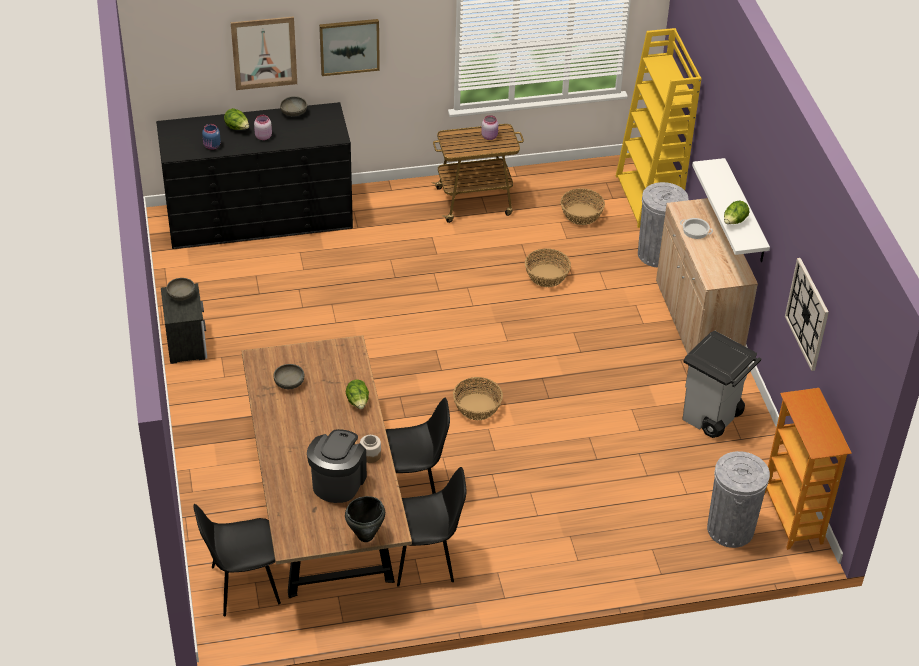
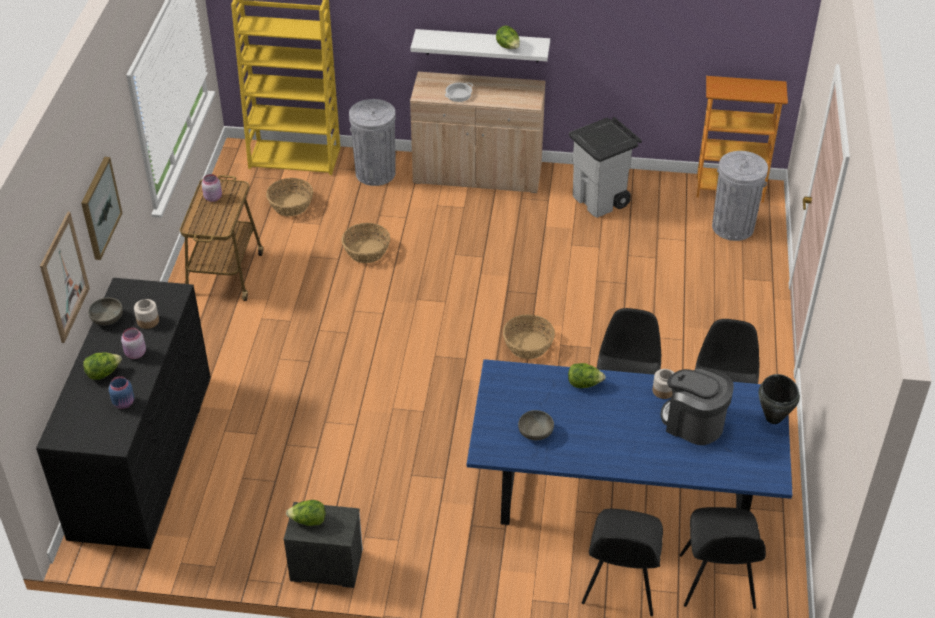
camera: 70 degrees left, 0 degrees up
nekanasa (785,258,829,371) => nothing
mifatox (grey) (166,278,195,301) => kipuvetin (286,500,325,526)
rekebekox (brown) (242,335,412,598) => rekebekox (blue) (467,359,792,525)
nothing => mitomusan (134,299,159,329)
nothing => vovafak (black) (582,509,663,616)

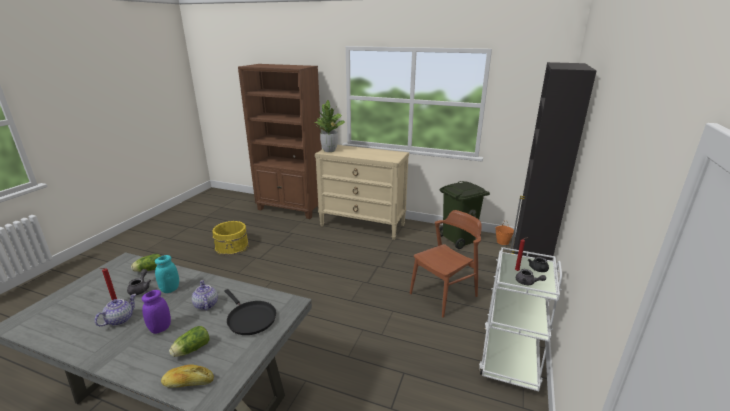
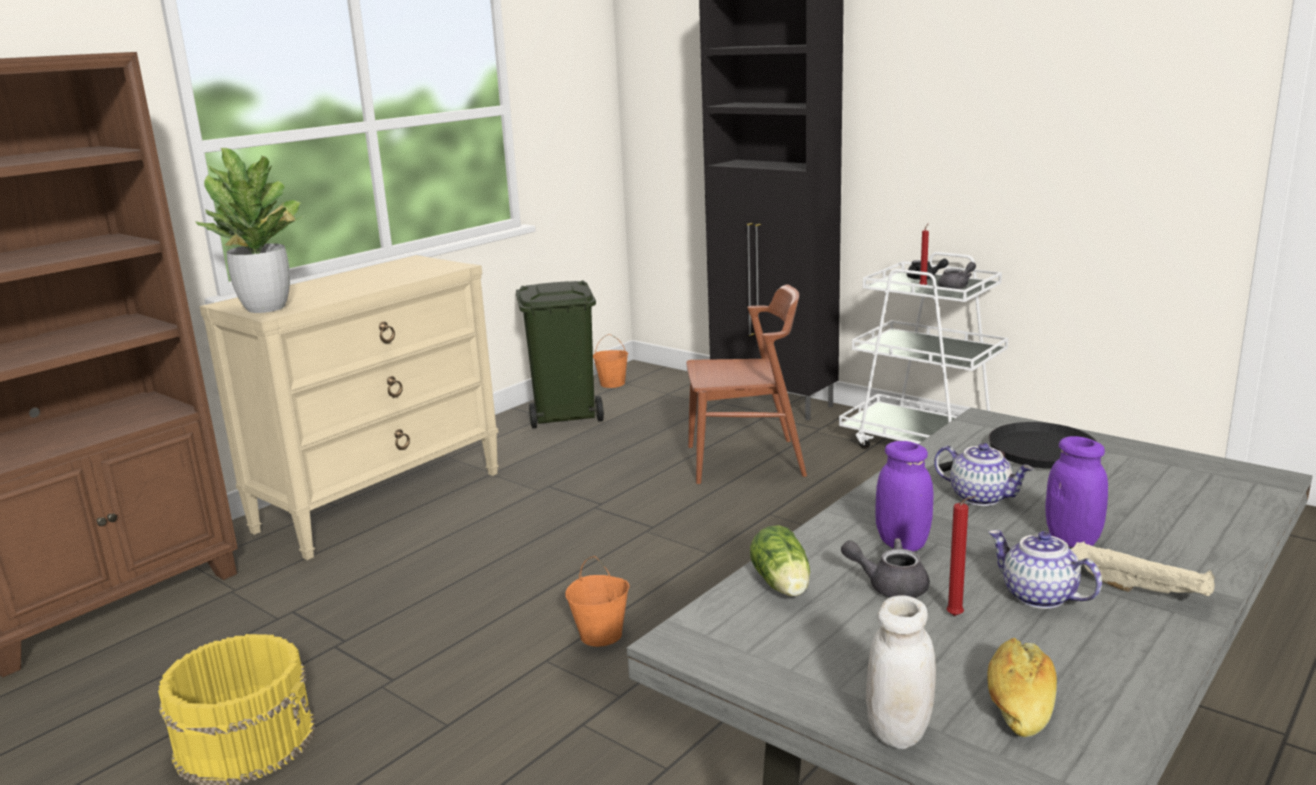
camera: 70 degrees left, 5 degrees down
vovafak (brown) (410,210,482,318) => vovafak (brown) (686,284,807,484), 105 degrees clockwise
mitomusan (turquoise) (155,255,179,293) => mitomusan (purple) (876,441,933,551)
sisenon (192,280,218,311) => sisenon (934,443,1033,506), 135 degrees counterclockwise
kipuvetin (169,326,210,357) => nothing
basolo (161,365,214,388) => basolo (987,638,1057,737), shifted
nothing => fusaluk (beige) (1071,541,1215,596)
nothing => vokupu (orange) (565,556,630,647)
nothing => mitomusan (white) (866,595,936,749)

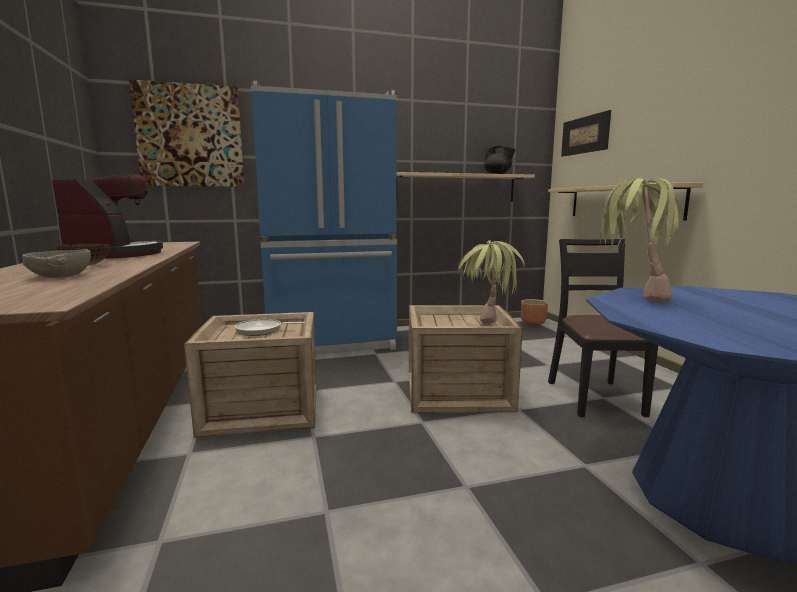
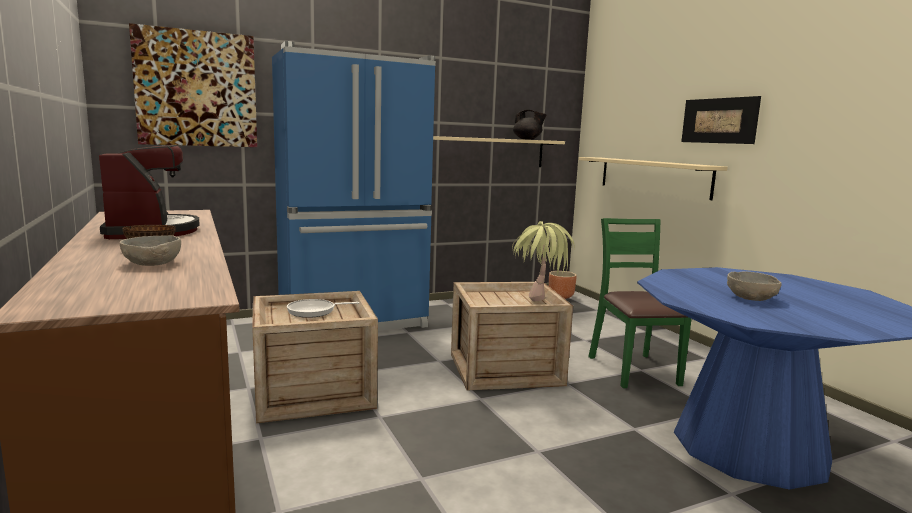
camera: 10 degrees left, 0 degrees up
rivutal (561,110,611,157) => rivutal (681,96,761,144), shifted
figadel (600,178,685,303) => nothing
vovafak (black) (548,239,658,417) => vovafak (green) (588,218,692,388)
nothing => mifatox (grey) (727,272,782,301)

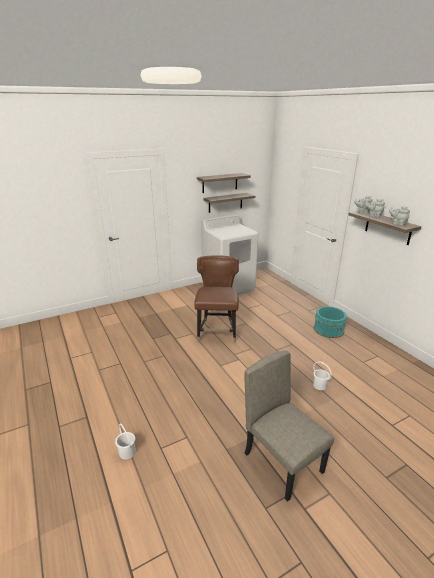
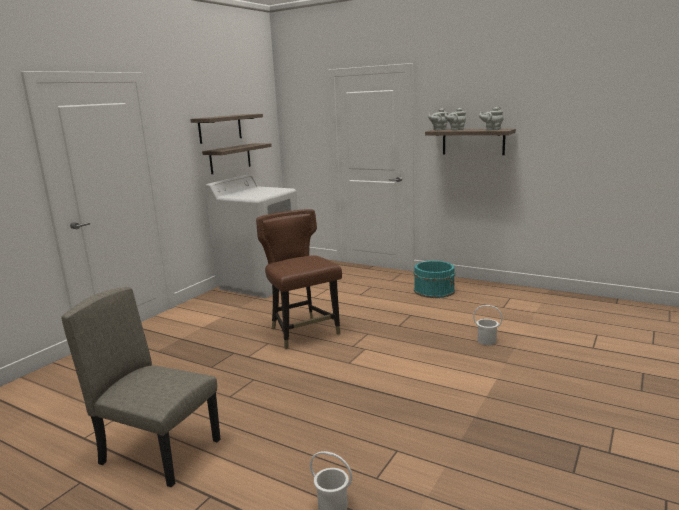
camera: 30 degrees left, 10 degrees down
vovafak (beige) (244,351,334,501) => vovafak (beige) (61,287,220,487), shifted

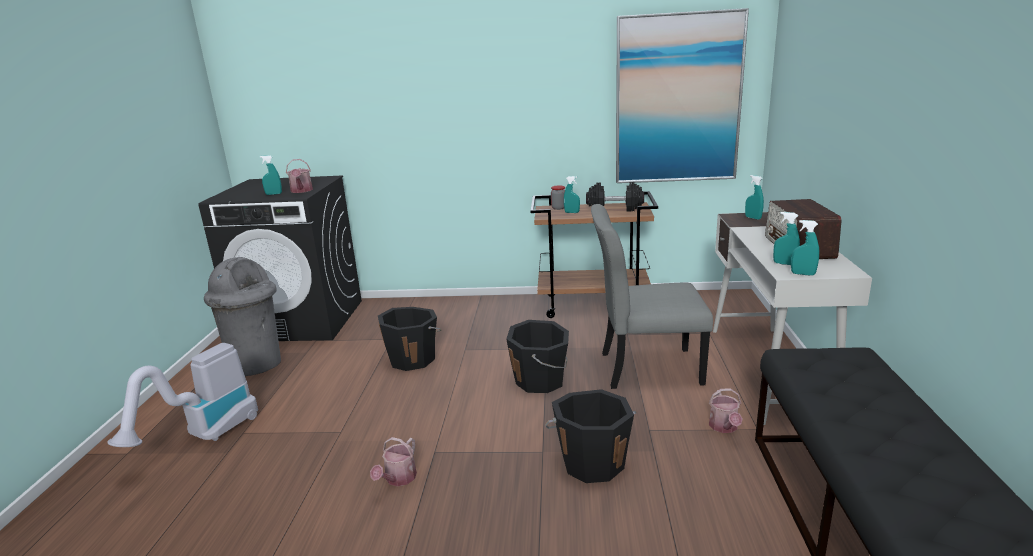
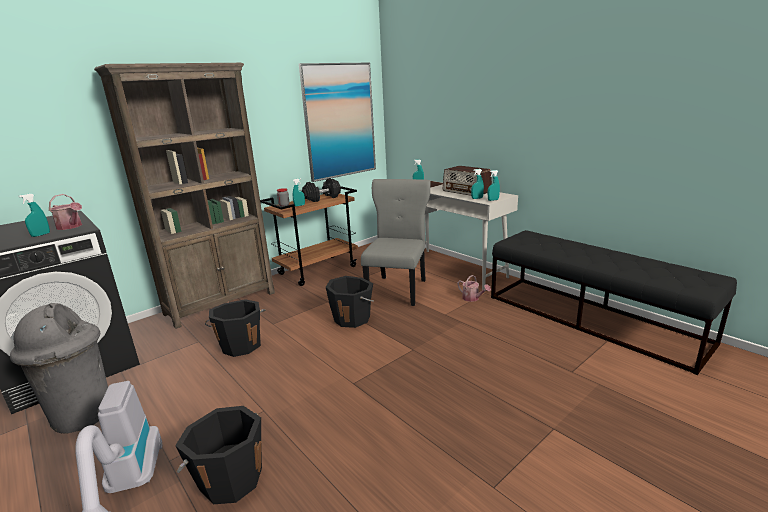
camera: 45 degrees left, 0 degrees up
vovafak (grey) (591,204,713,389) => vovafak (grey) (361,179,430,306), 150 degrees clockwise
vokupu (black) (545,389,637,483) => vokupu (black) (175,406,262,504), shifted
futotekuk (370,437,417,486) => nothing
nothing => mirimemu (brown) (94,63,275,329)

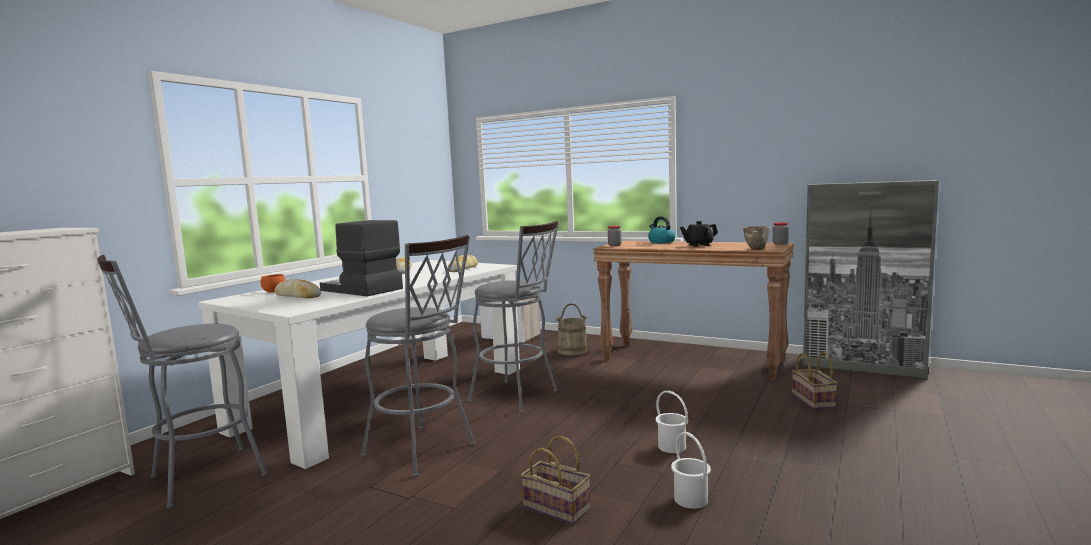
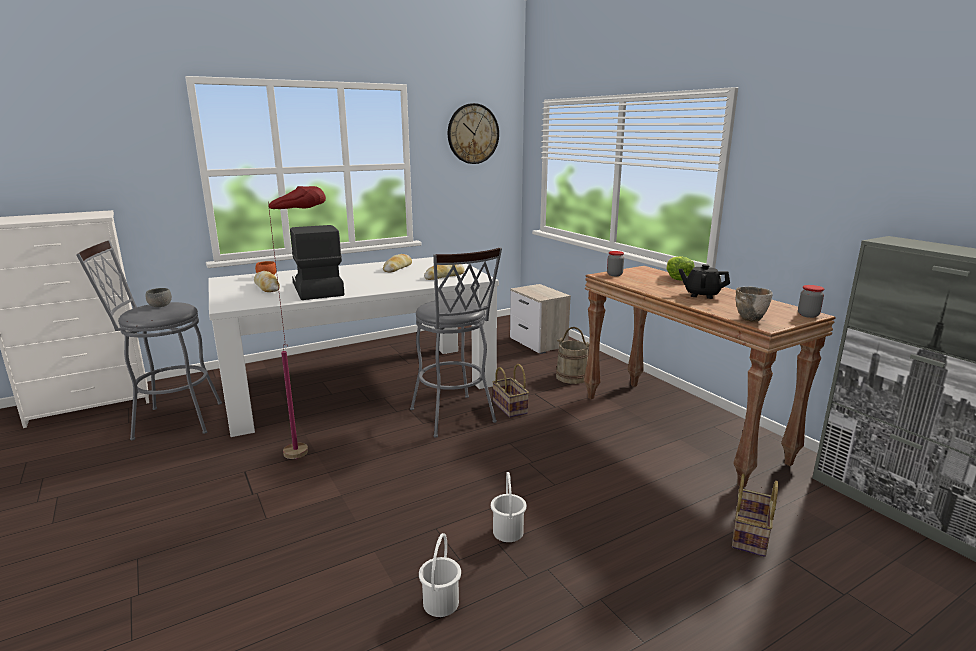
camera: 30 degrees right, 10 degrees up
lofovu (648,216,676,243) => kipuvetin (666,256,695,281)
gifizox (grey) (360,235,475,477) => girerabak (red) (268,186,326,459)
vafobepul (521,435,590,524) => vafobepul (492,364,529,417), shifted
nothing => nekanasa (448,103,499,164)
nothing => mifatox (grey) (146,288,172,307)

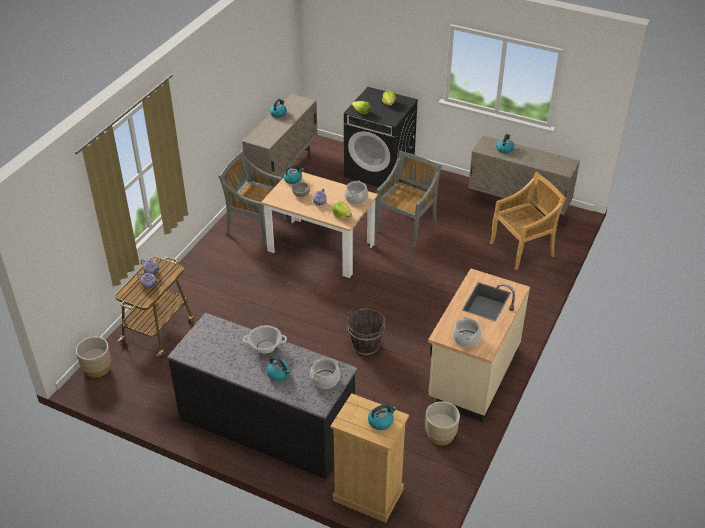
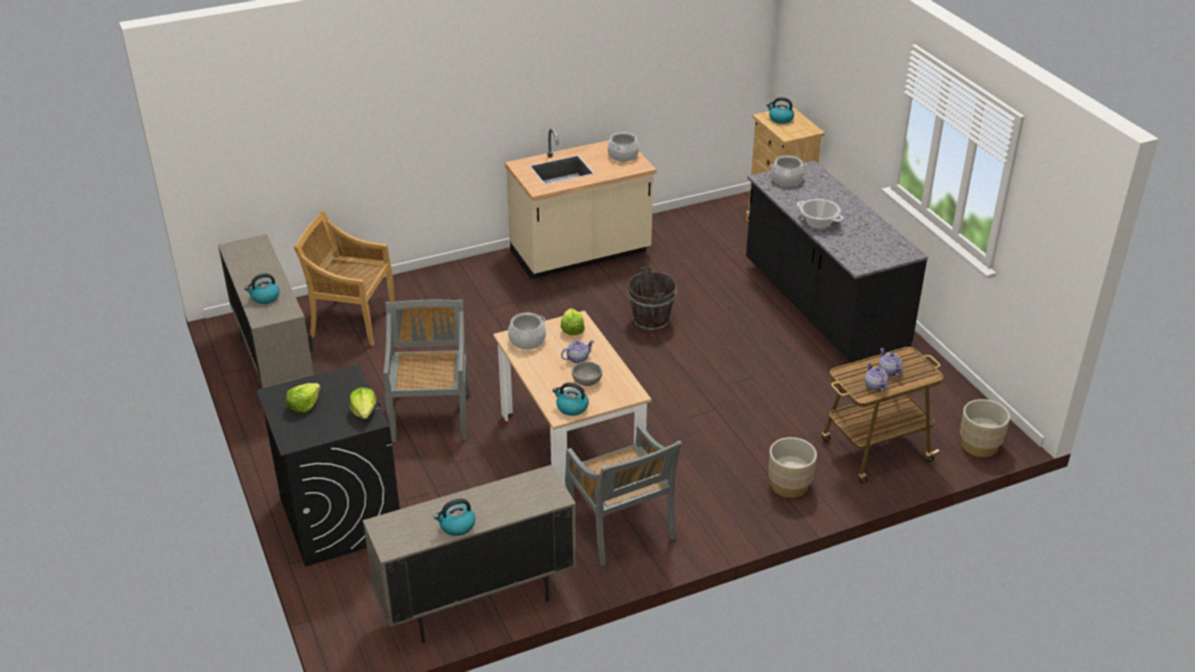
camera: 140 degrees left, 5 degrees down
vovafak (grey) (375,150,442,247) => vovafak (grey) (383,299,470,442), 105 degrees clockwise
lofovu (266,356,290,381) => nothing
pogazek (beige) (425,401,460,445) => pogazek (beige) (768,437,817,498), shifted

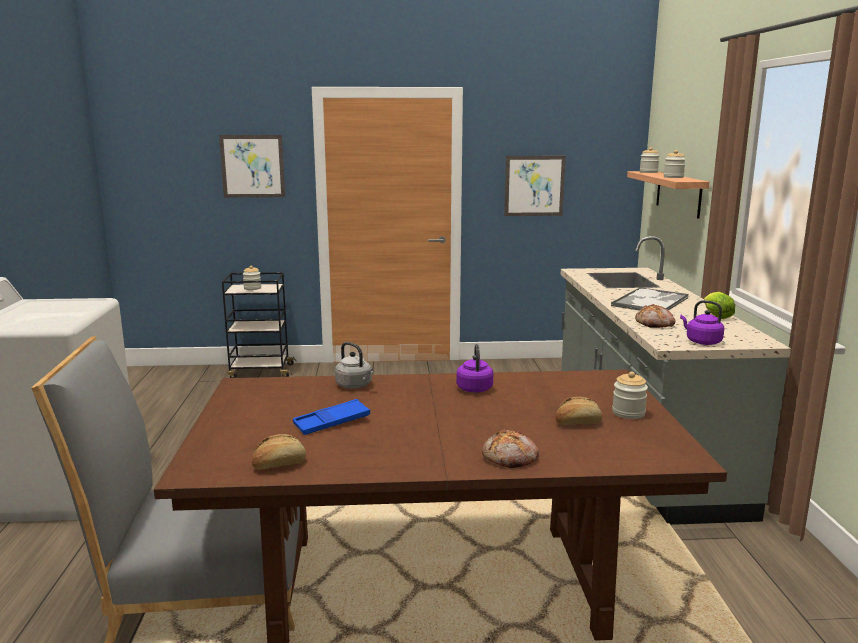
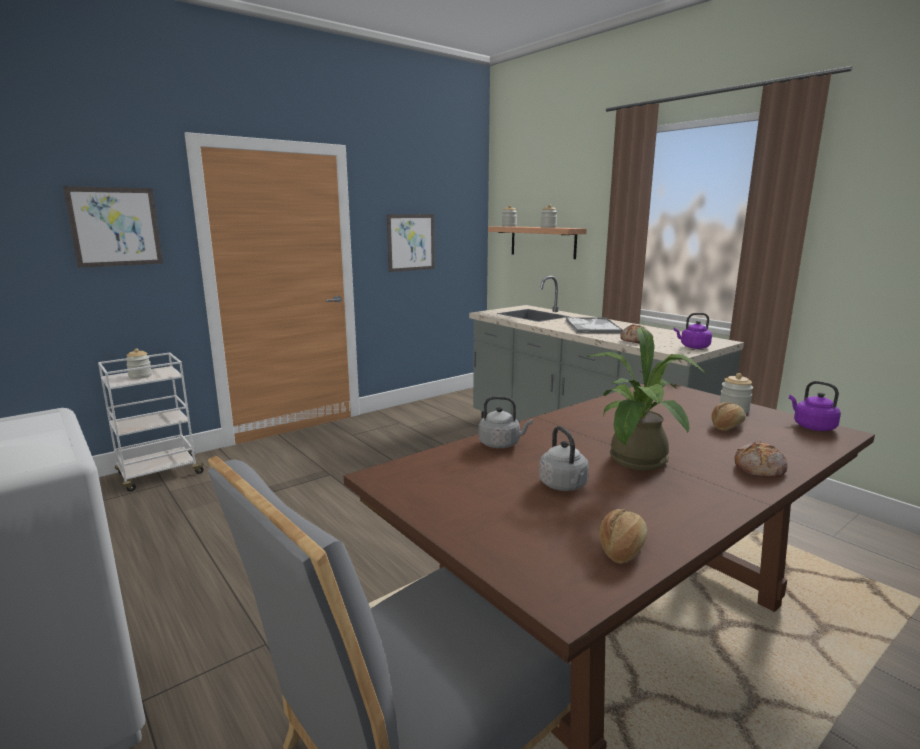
camera: 35 degrees left, 0 degrees up
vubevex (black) (222,272,297,378) => vubevex (white) (98,353,206,492)
kipuvetin (704,292,735,319) => nothing
lofovu (purple) (456,344,493,393) => lofovu (purple) (789,381,841,431), shifted
fusaluk (blue) (293,399,370,435) => lofovu (grey) (539,426,589,491)
nothing => figadel (586,326,707,471)

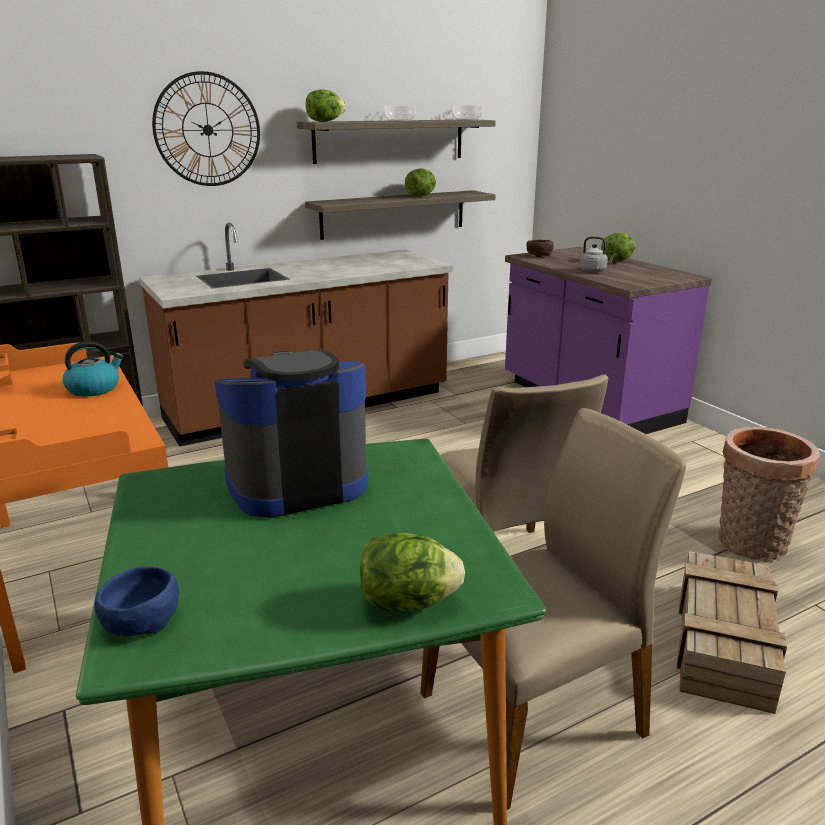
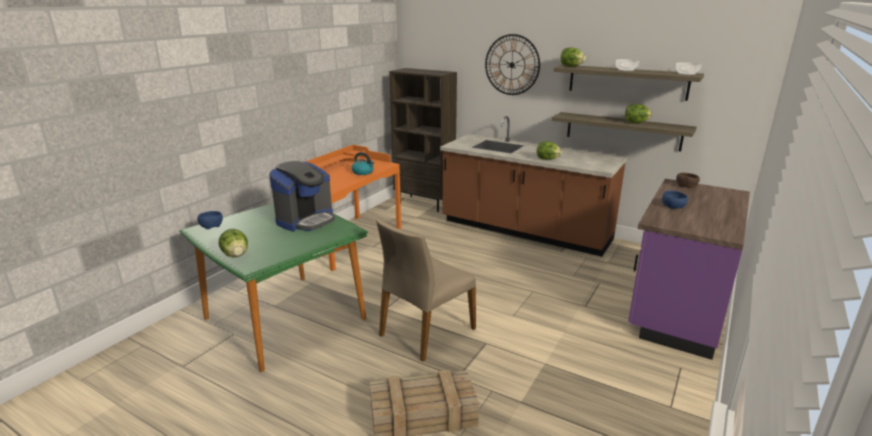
camera: 60 degrees right, 0 degrees up
kipuvetin (601,233,636,262) => kipuvetin (537,141,562,160), shifted
lofovu (grey) (579,236,617,273) => mifatox (blue) (662,191,688,209)
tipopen (215,349,368,517) => tipopen (269,161,335,232), 90 degrees clockwise
vovafak (beige) (420,408,686,810) => nothing
vafobepul (718,427,820,562) => nothing

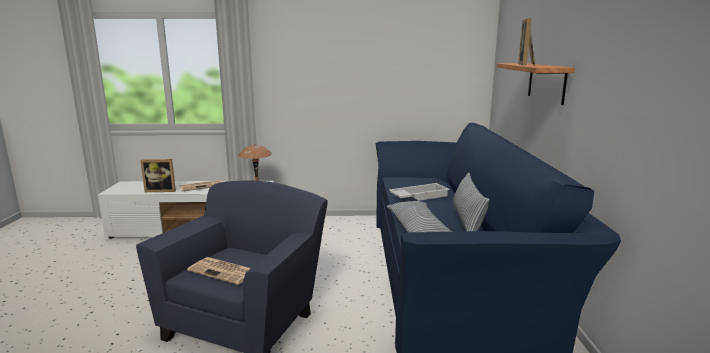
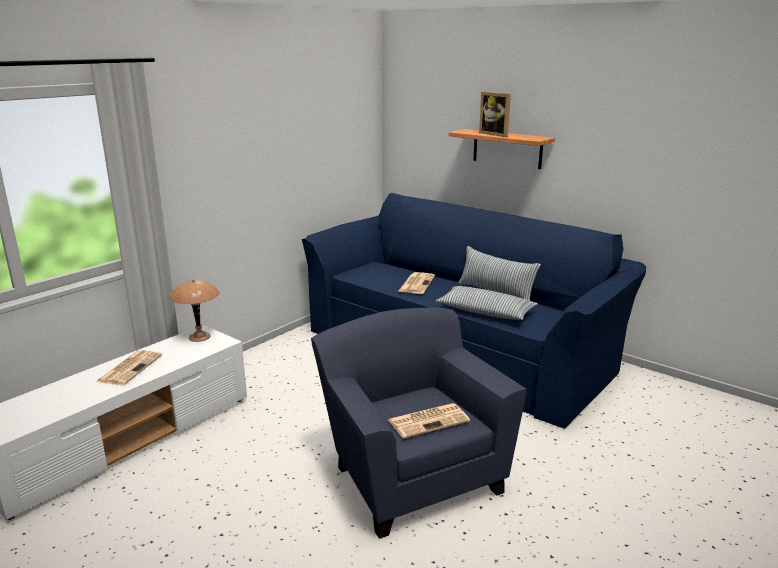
camera: 50 degrees left, 5 degrees up
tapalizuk (140,159,176,192) => nothing
fusaluk (white) (389,183,450,201) => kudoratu (399,272,435,294)

